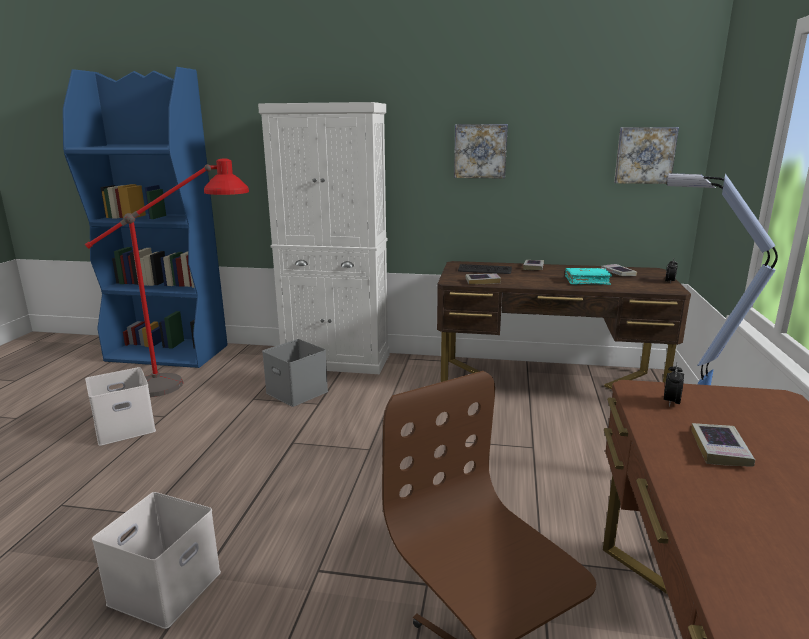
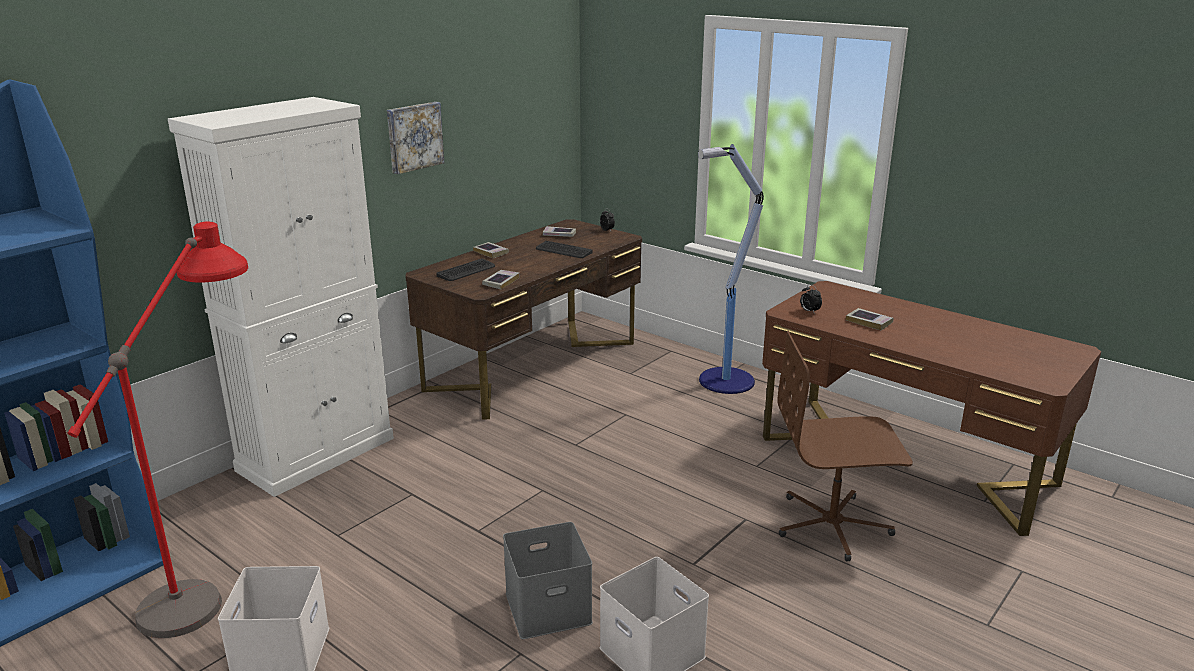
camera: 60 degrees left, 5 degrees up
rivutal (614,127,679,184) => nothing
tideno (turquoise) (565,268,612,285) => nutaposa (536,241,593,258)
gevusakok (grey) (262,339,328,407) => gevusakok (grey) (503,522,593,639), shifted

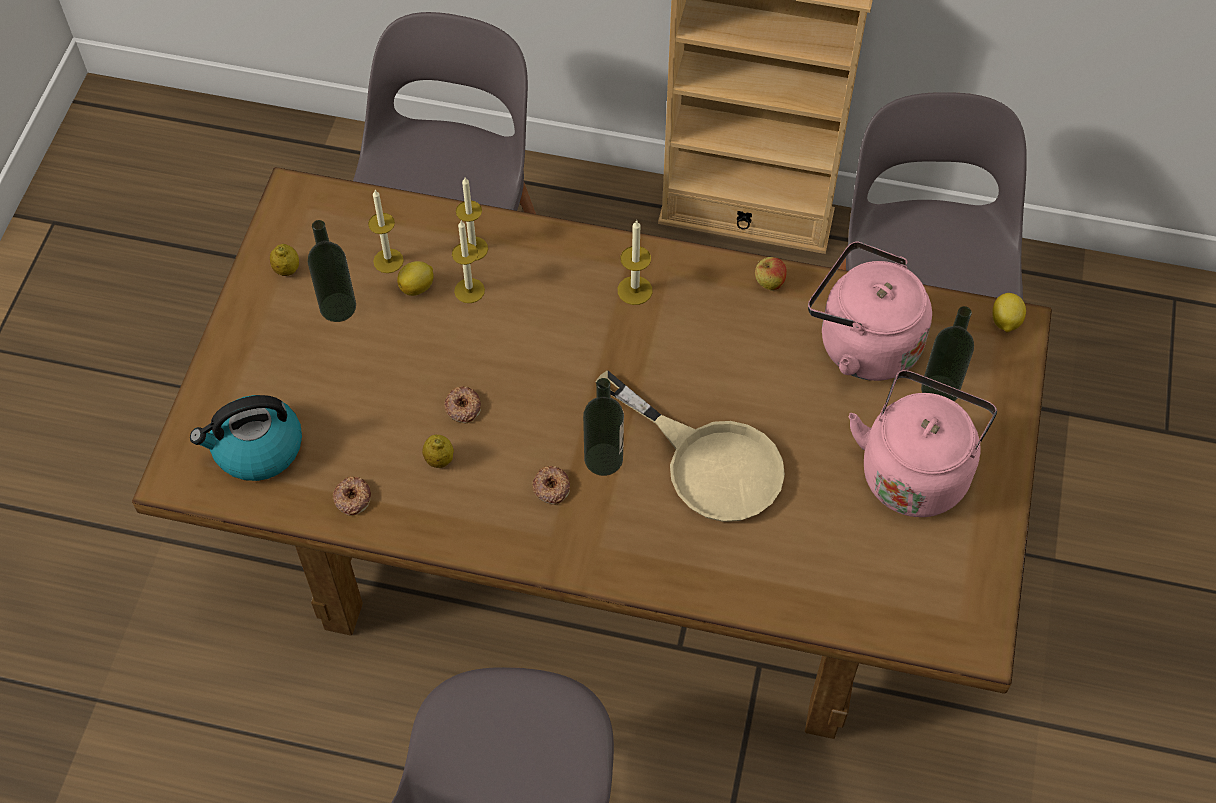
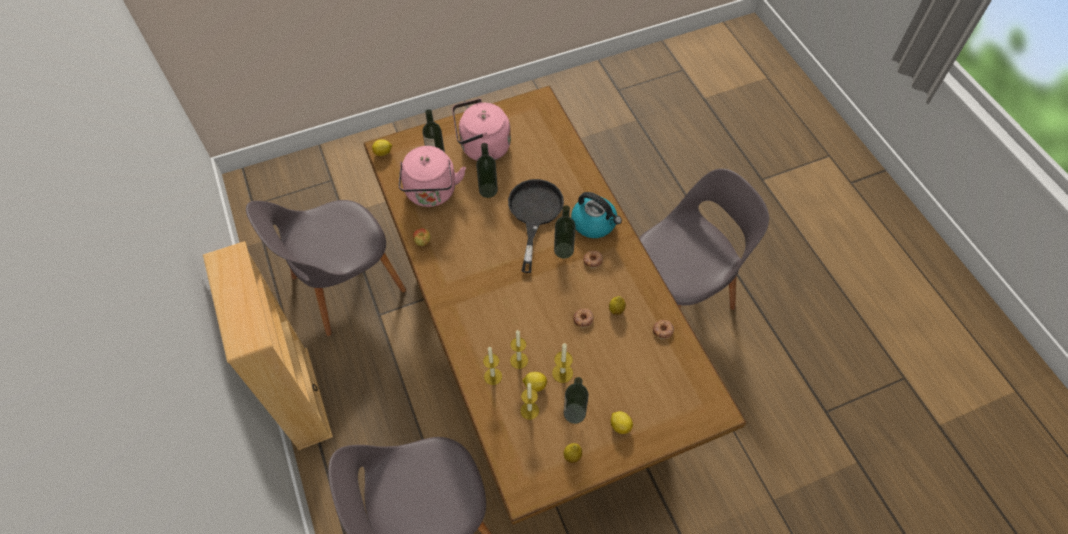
camera: 125 degrees left, 0 degrees up
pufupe (618,220,653,305) => pufupe (552,343,573,383), shifted
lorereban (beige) (595,370,785,522) => lorereban (black) (508,179,564,273)
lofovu (190,395,302,481) => lofovu (571,192,622,238), shifted
nothing => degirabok (476,143,498,198)
nothing => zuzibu (611,411,633,434)

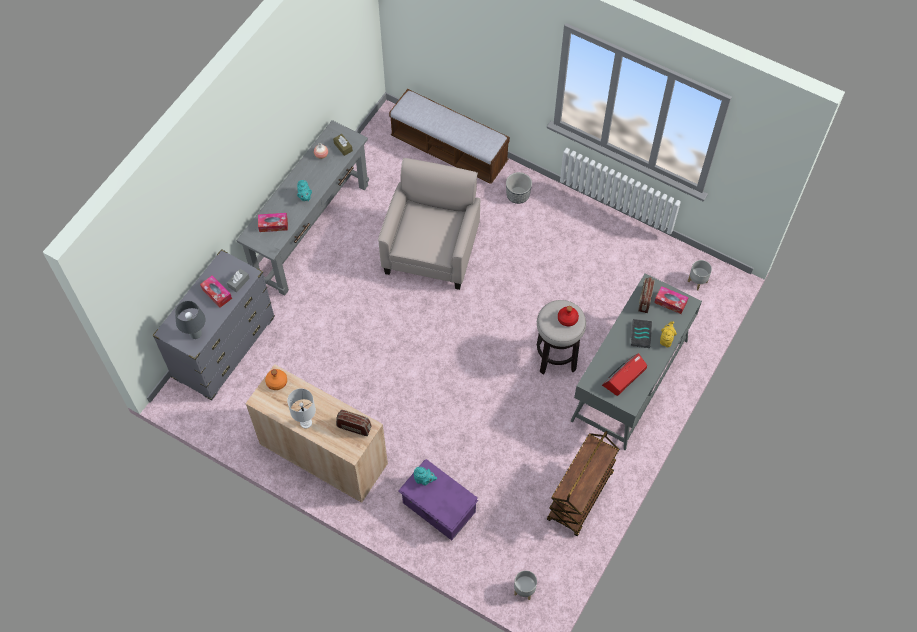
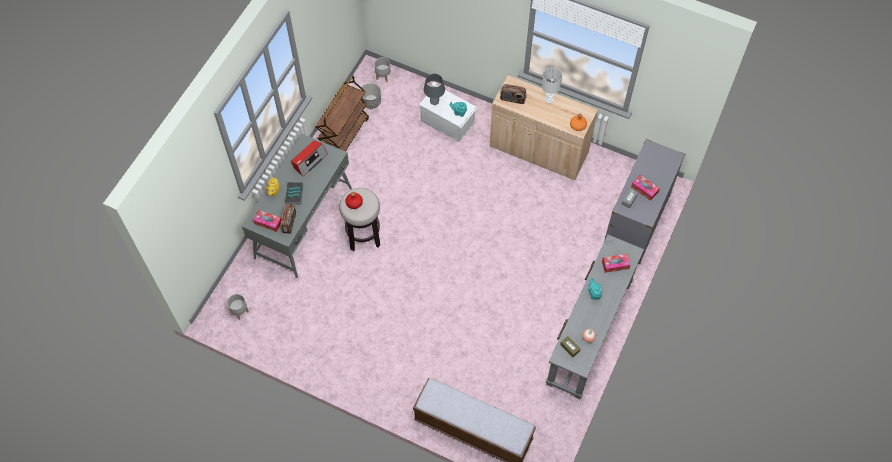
camera: 175 degrees right, 0 degrees up
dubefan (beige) (378,158,480,290) => nothing
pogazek (506,172,532,204) => pogazek (360,83,381,109), shifted
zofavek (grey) (175,301,206,339) => zofavek (grey) (424,74,445,105), shifted
gevusakok (purple) (398,459,478,541) => gevusakok (white) (419,86,477,142)

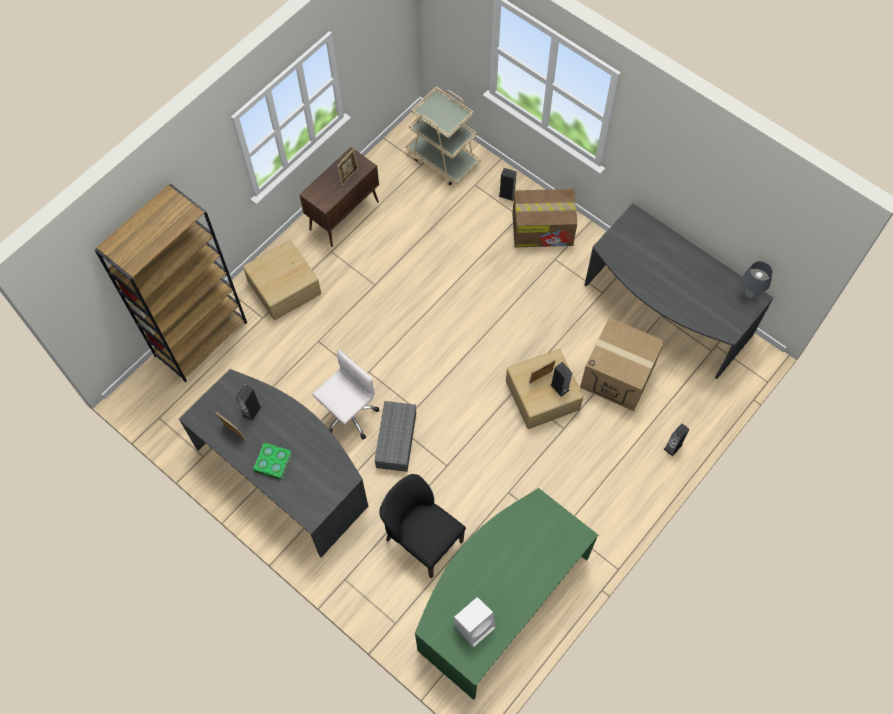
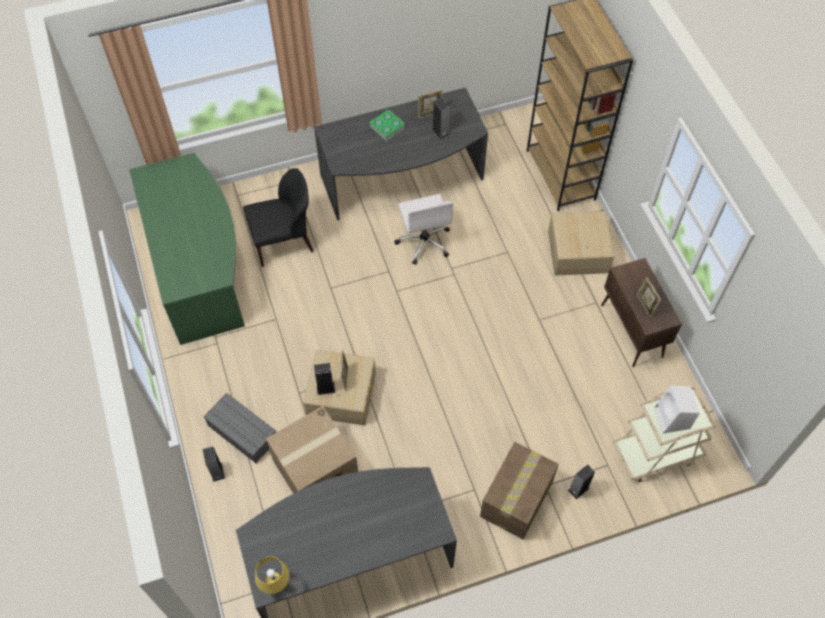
camera: 120 degrees right, 5 degrees down
zofavek (grey) (743,261,773,298) => zofavek (yellow) (255,556,289,594)
gevusakok (grey) (374,401,416,472) => gevusakok (grey) (203,393,276,463), shifted
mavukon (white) (454,597,496,648) => mavukon (white) (654,385,700,433), shifted

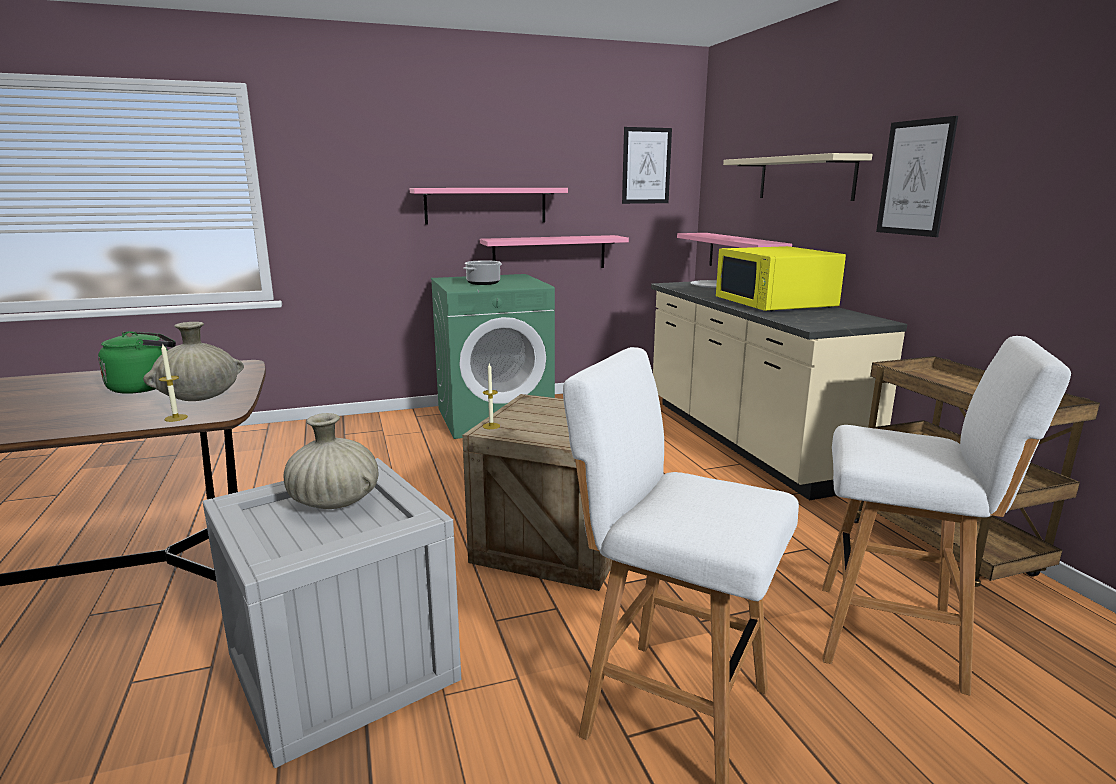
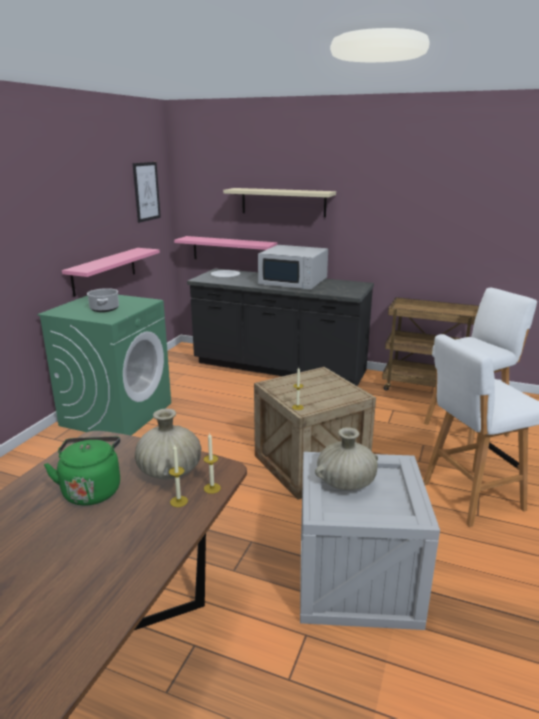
camera: 50 degrees left, 5 degrees up
rivutal (876,116,958,237) => nothing
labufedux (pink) (409,188,568,225) => nothing
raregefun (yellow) (716,246,846,312) => raregefun (white) (258,245,328,290)
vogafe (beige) (651,281,907,500) => vogafe (black) (187,268,374,386)
nothing => pufupe (169,444,188,507)

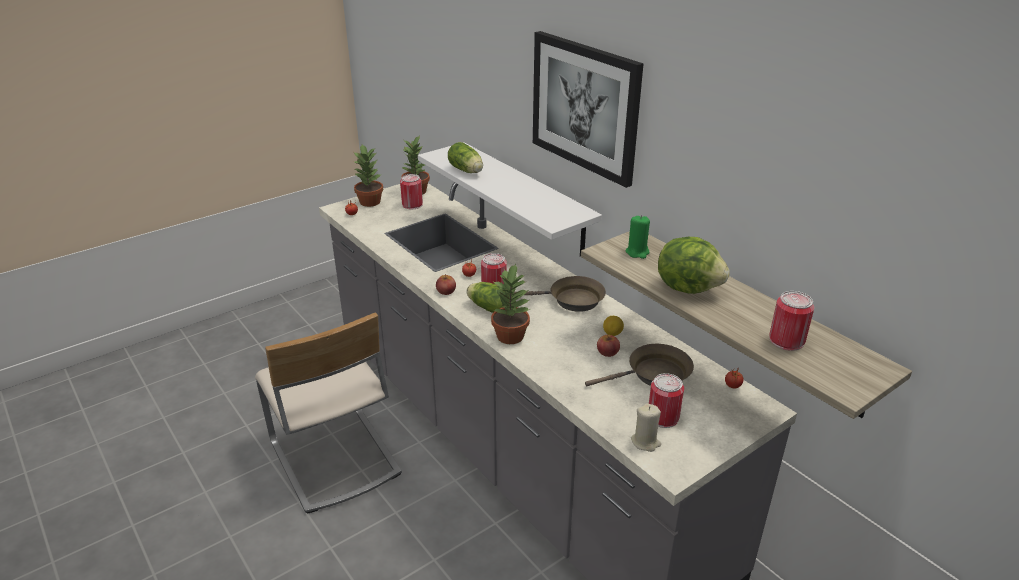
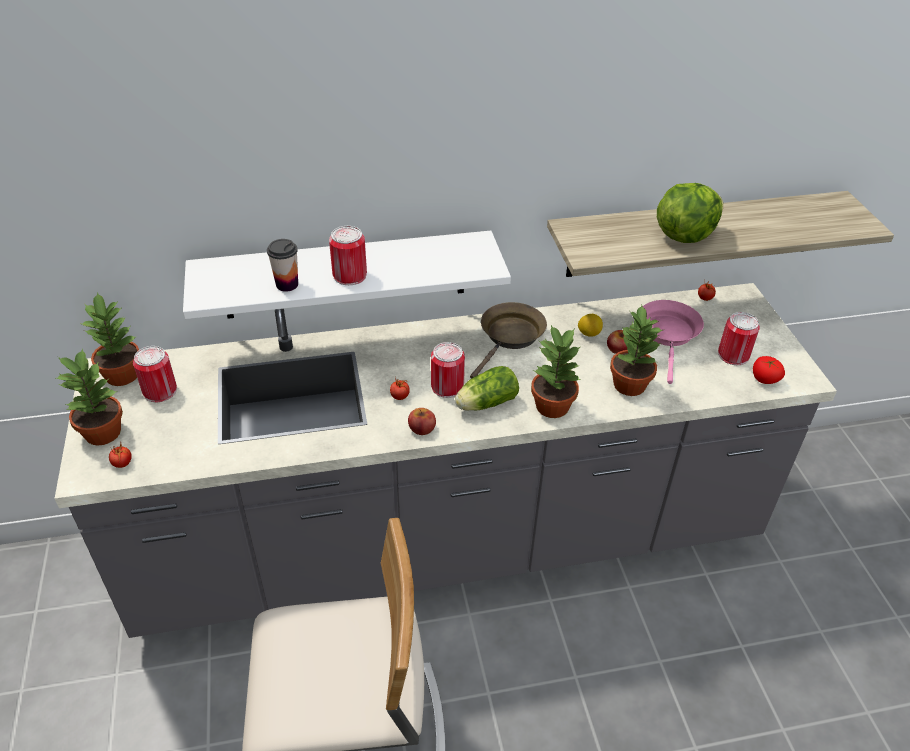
camera: 65 degrees left, 10 degrees up
rivutal (533,31,644,188) => nothing
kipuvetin (448,142,483,173) => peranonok (267,239,298,292)
pufupe (green) (626,215,650,259) => nothing
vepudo (769,291,814,351) => vepudo (329,226,367,285), shifted
lorereban (brown) (585,344,694,387) => lorereban (pink) (642,300,704,384)
pufupe (beige) (631,403,661,452) => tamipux (753,356,785,384)
nothing => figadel (610,305,663,396)

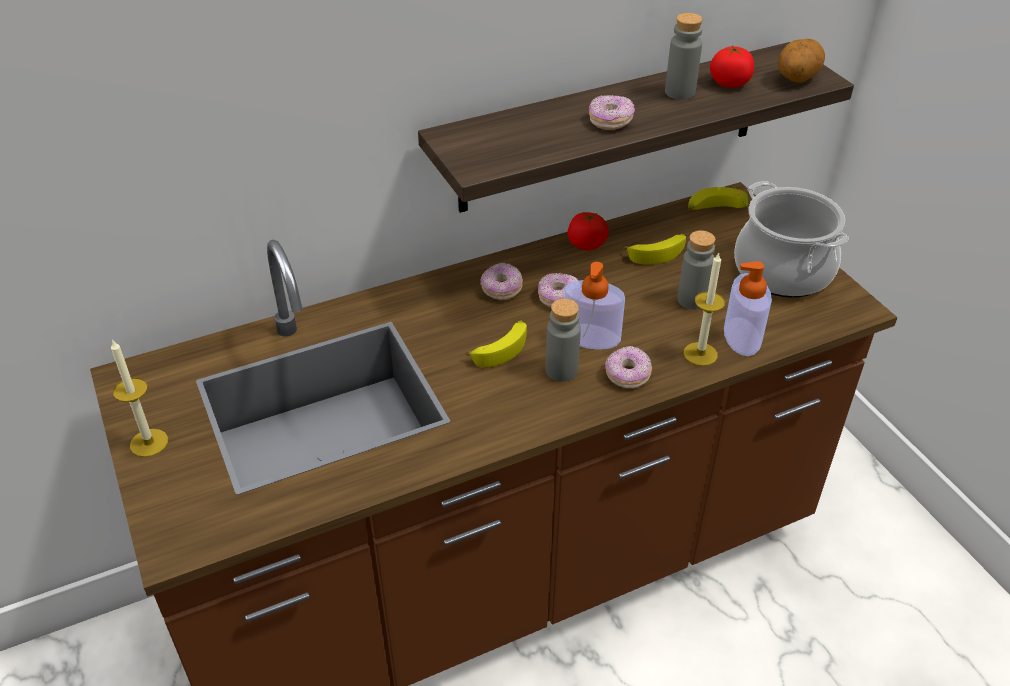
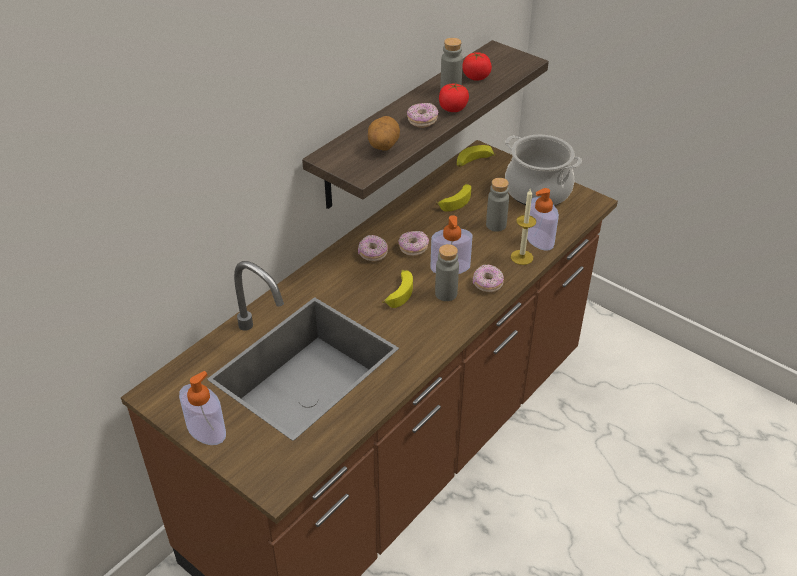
camera: 25 degrees left, 0 degrees up
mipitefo (778,39,825,83) => mipitefo (368,116,400,151), shifted
tamipux (567,212,609,251) => tamipux (439,83,469,112), shifted
pufupe (111,339,168,457) => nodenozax (179,371,226,445)

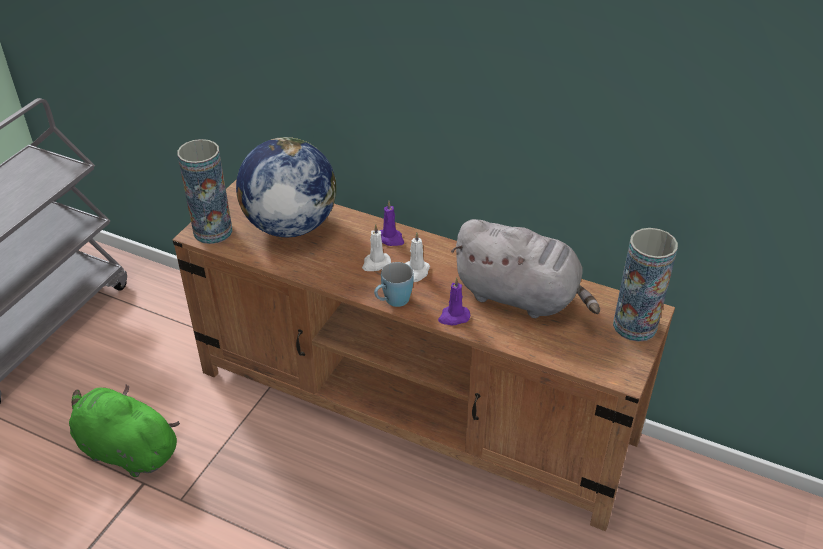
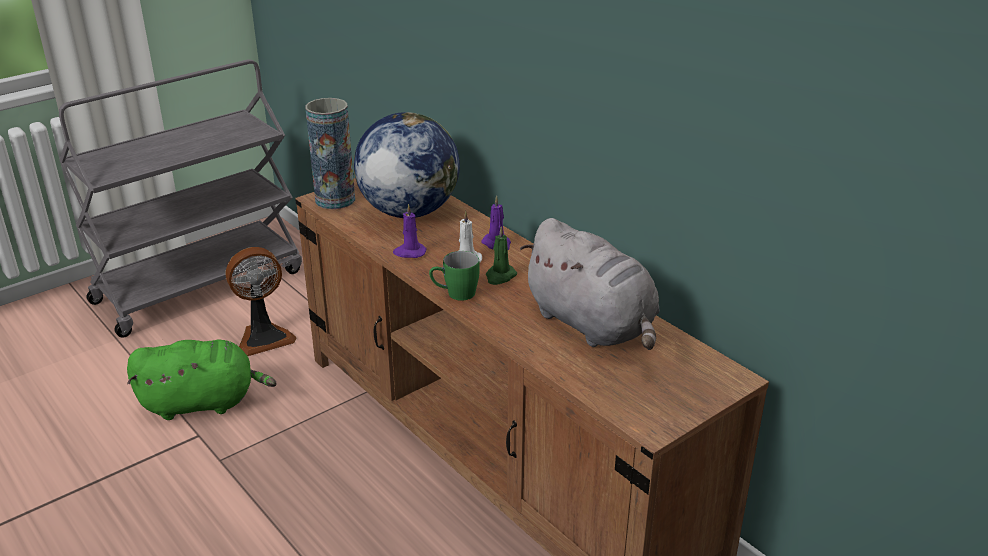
camera: 25 degrees right, 10 degrees down
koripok (613,228,678,342) => nothing
pufupe (white) (405,232,430,282) => pufupe (green) (486,226,517,285)
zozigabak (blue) (374,262,414,307) => zozigabak (green) (429,251,480,301)
pufupe (purple) (438,277,470,325) => pufupe (purple) (393,204,426,258), shifted
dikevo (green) (69,384,180,477) => dikevo (green) (127,340,277,420), 120 degrees clockwise
nothing => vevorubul (226,247,296,356)

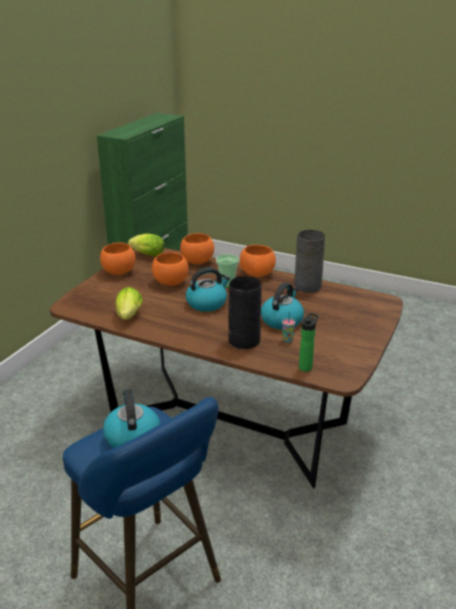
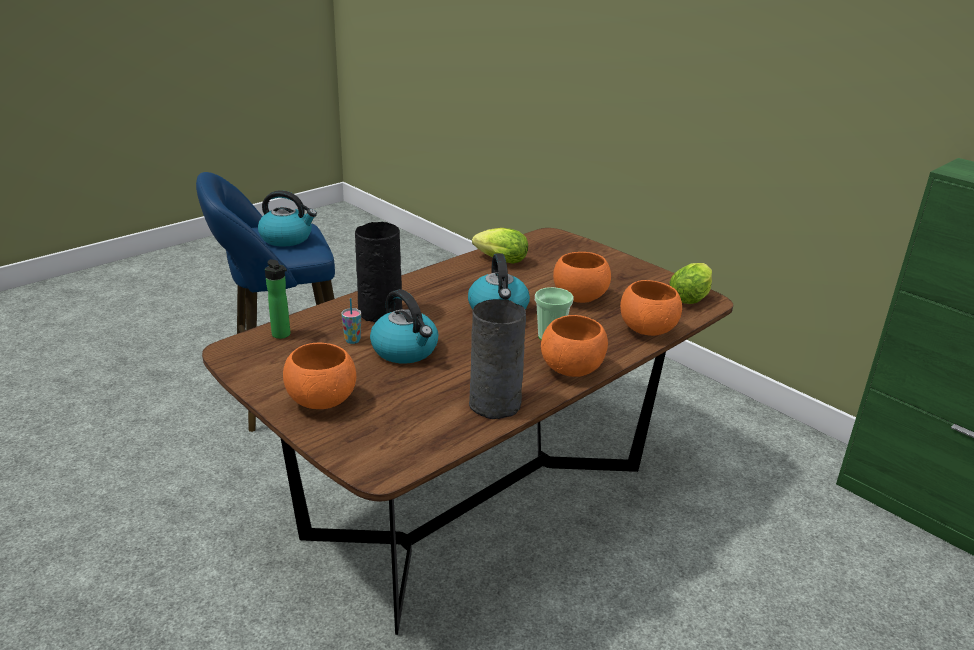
camera: 110 degrees right, 0 degrees up
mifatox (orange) (100,243,136,275) => mifatox (orange) (283,343,356,409), shifted

